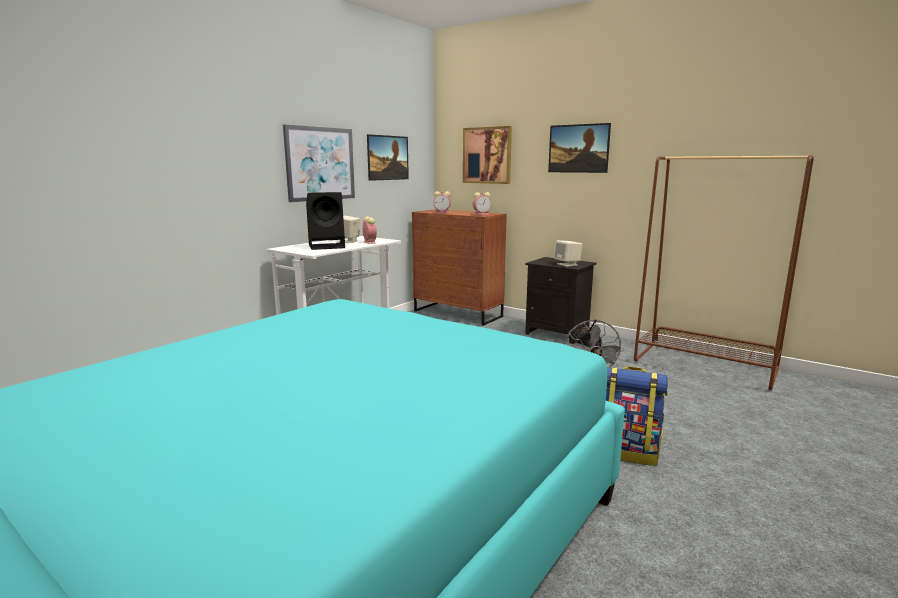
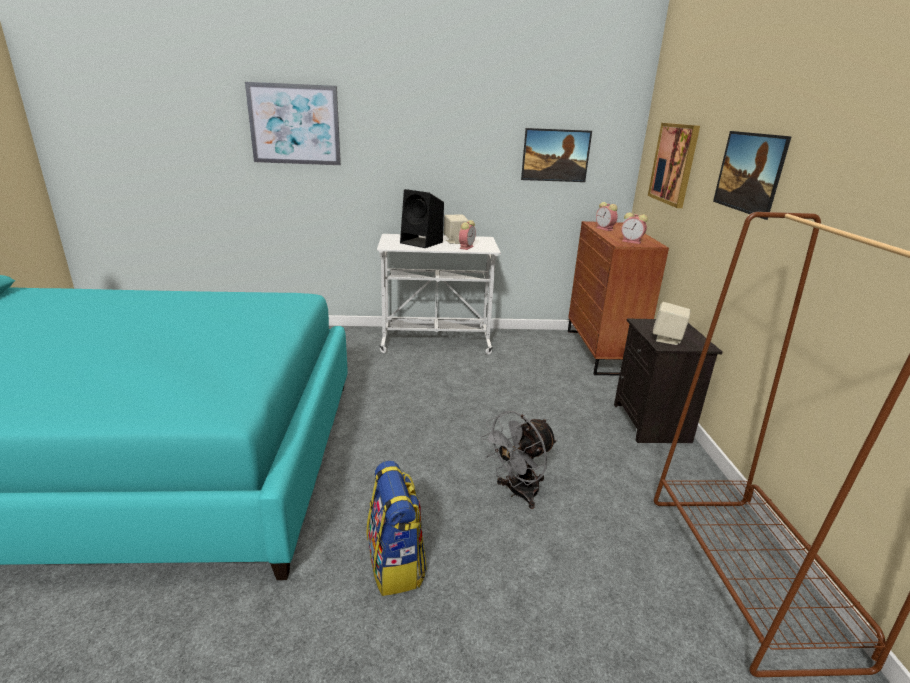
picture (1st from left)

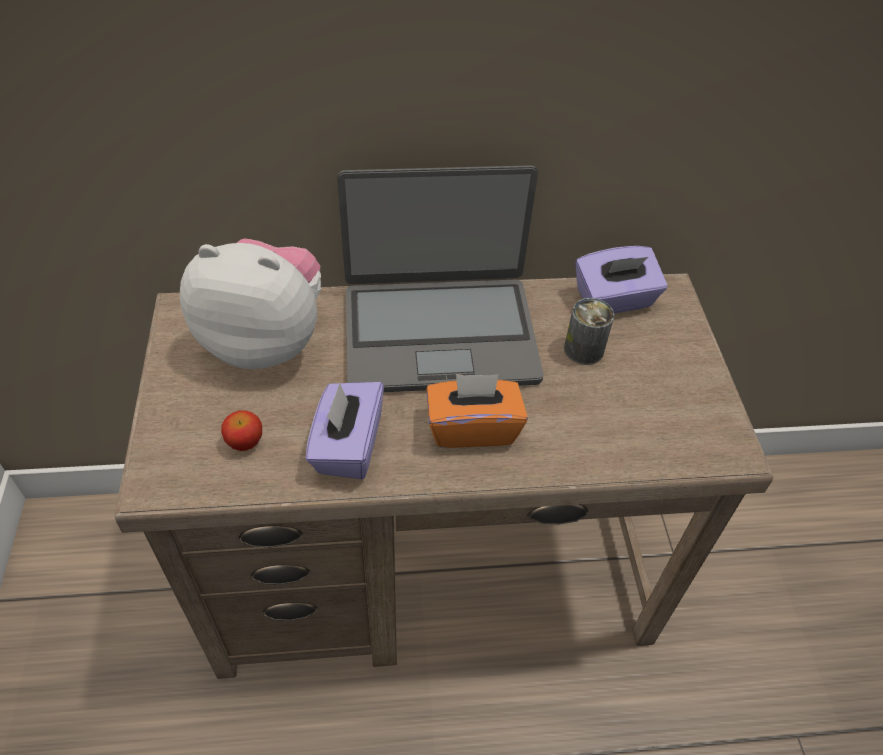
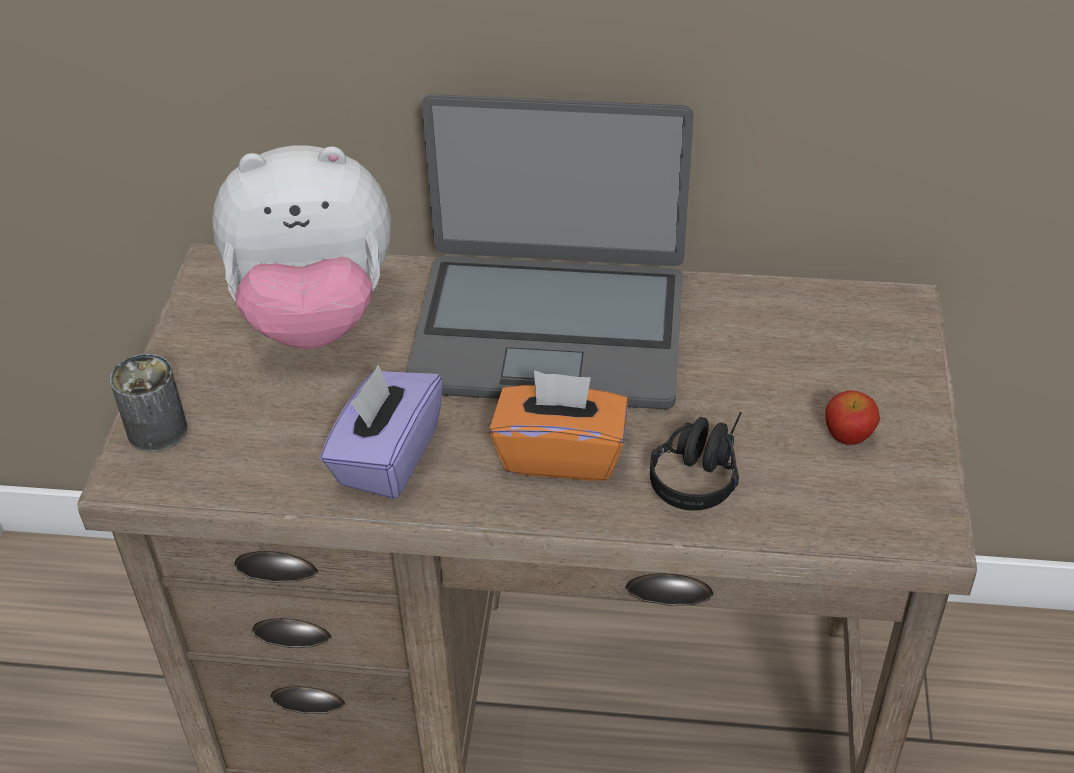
cuddly toy
purple tissue holder (2nd from left in the first image)
sealed can
apple
black pair of headphones

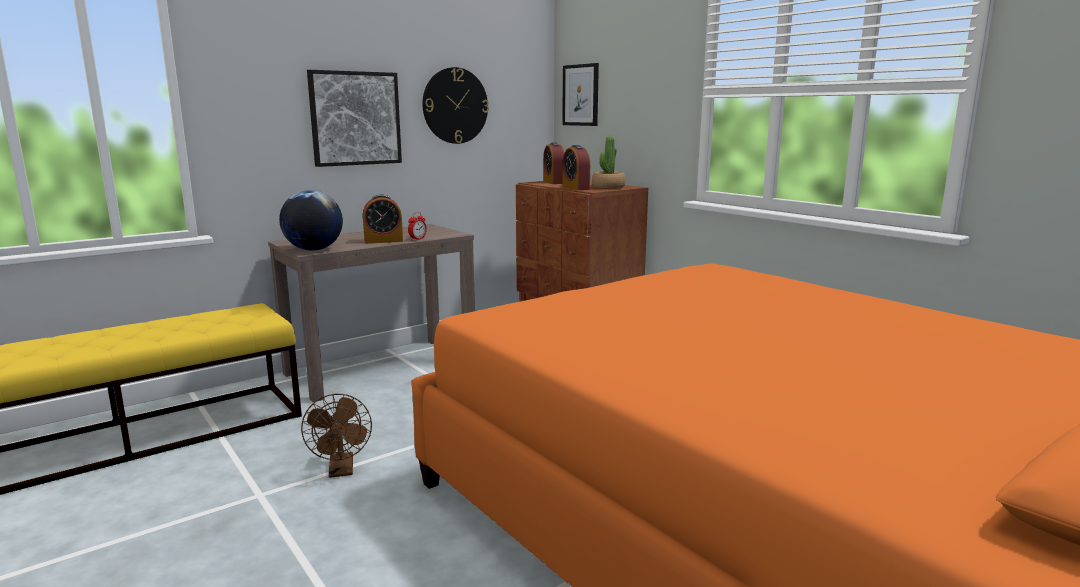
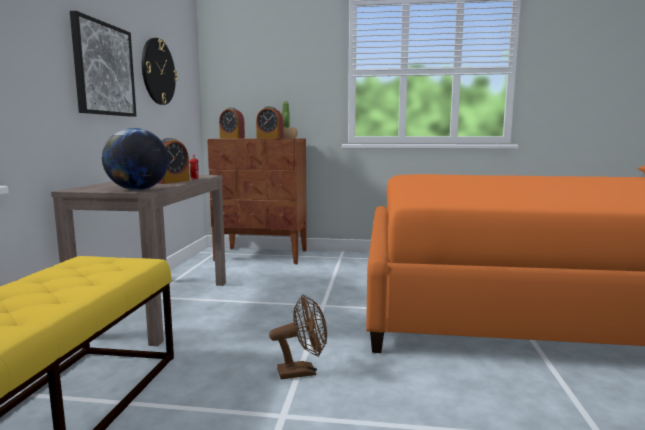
picture (2nd from left in the first image)
brownish electric fan

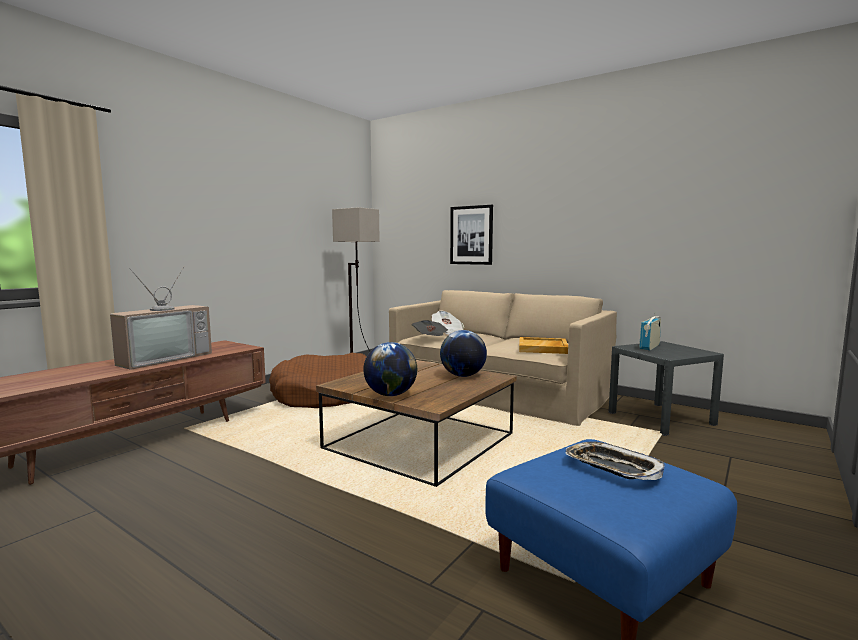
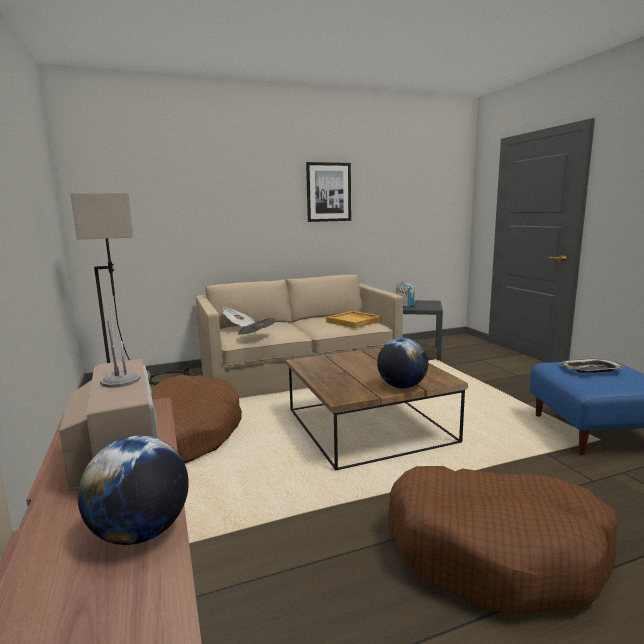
picture
globe (1st from left)
brownish dog bed (2nd from left)

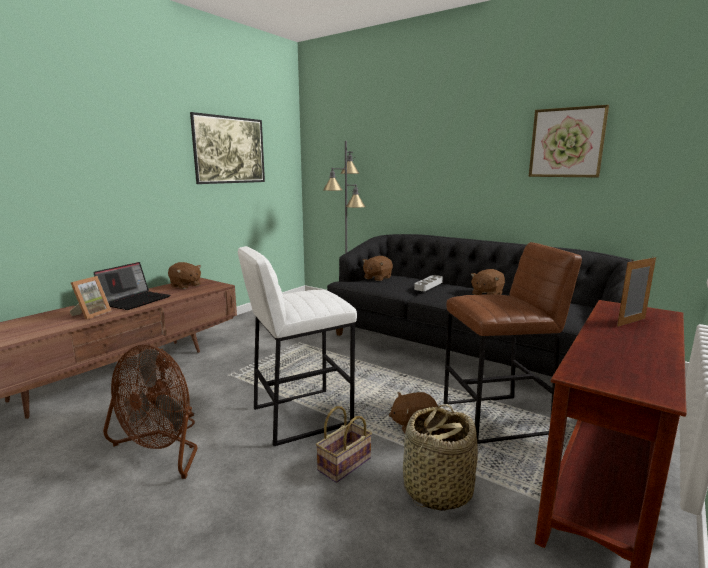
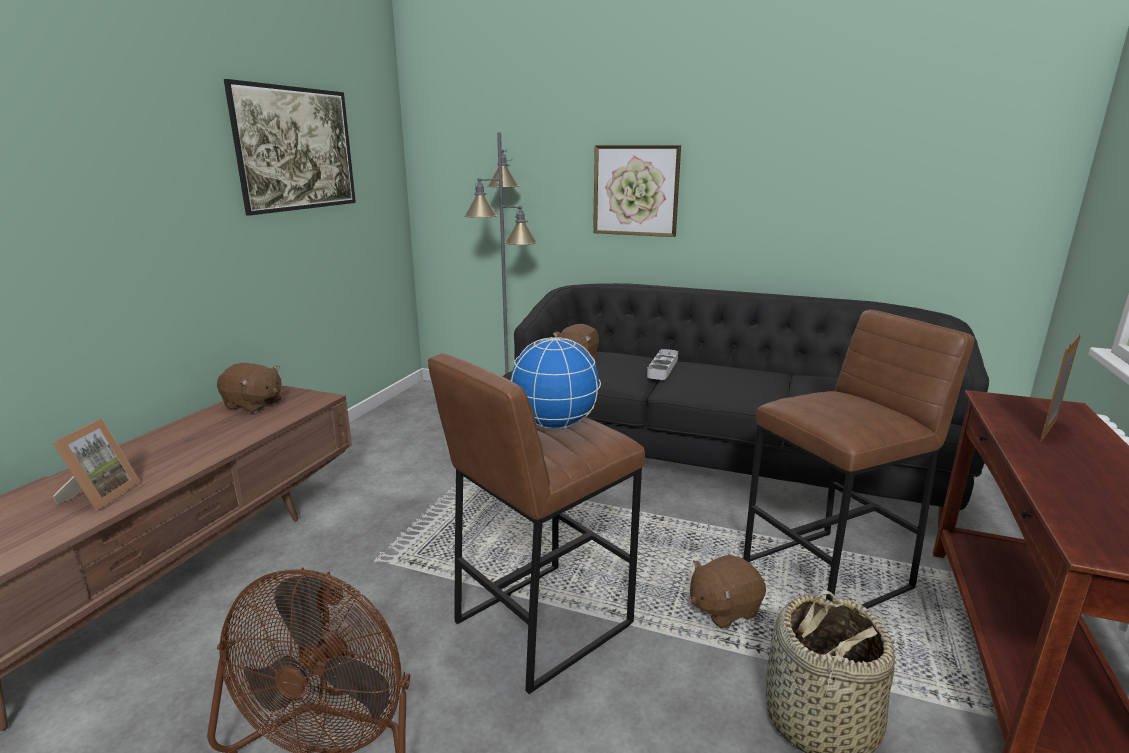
picture (2nd from left)
brownish sitting stool (1st from left)
portable computer
brownish cuddly toy (4th from left in the first image)
household basket (1st from left in the first image)
globe

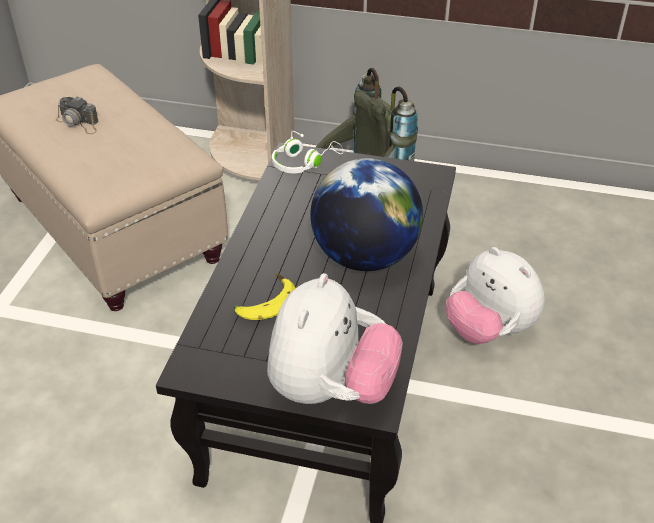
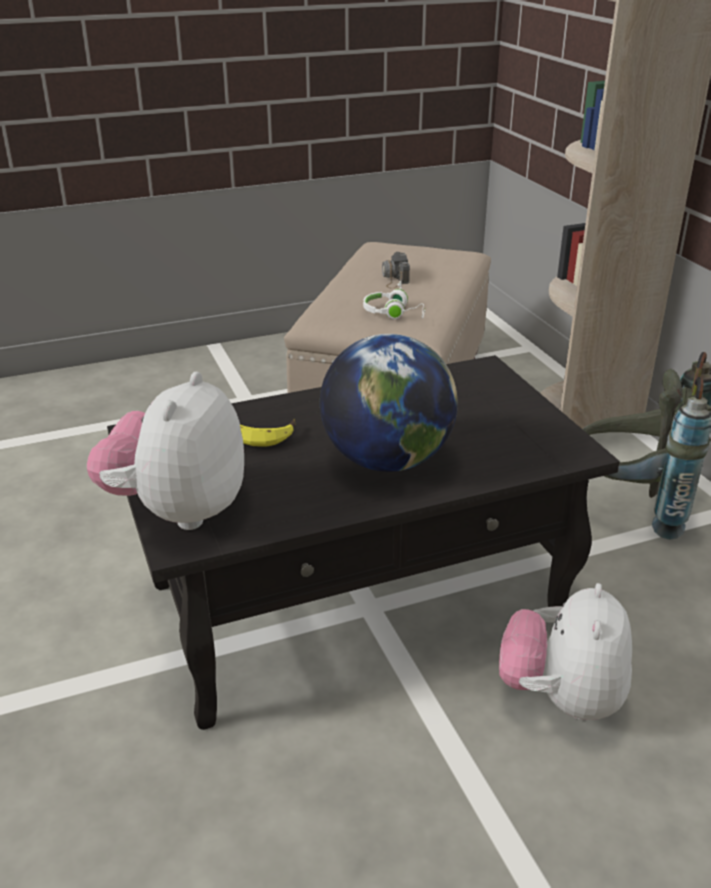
whitish pair of headphones
cuddly toy (1st from left)

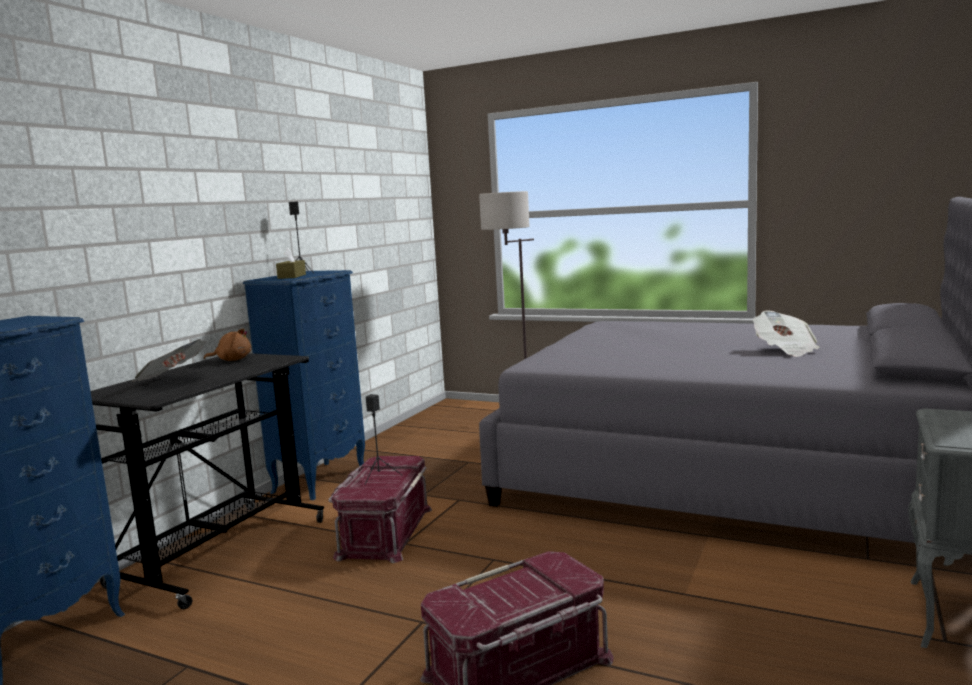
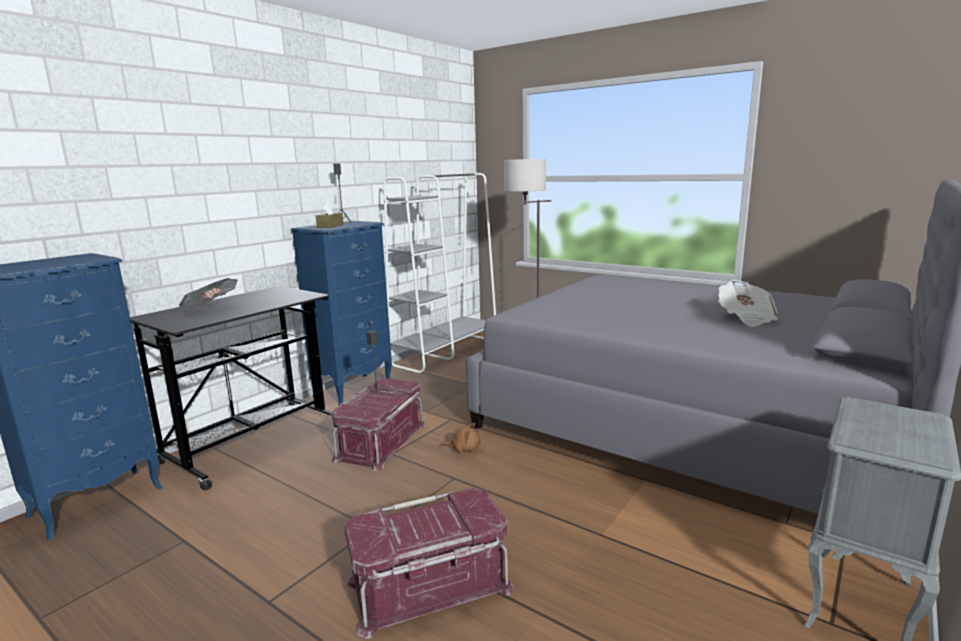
brownish cuddly toy
gray garment stand

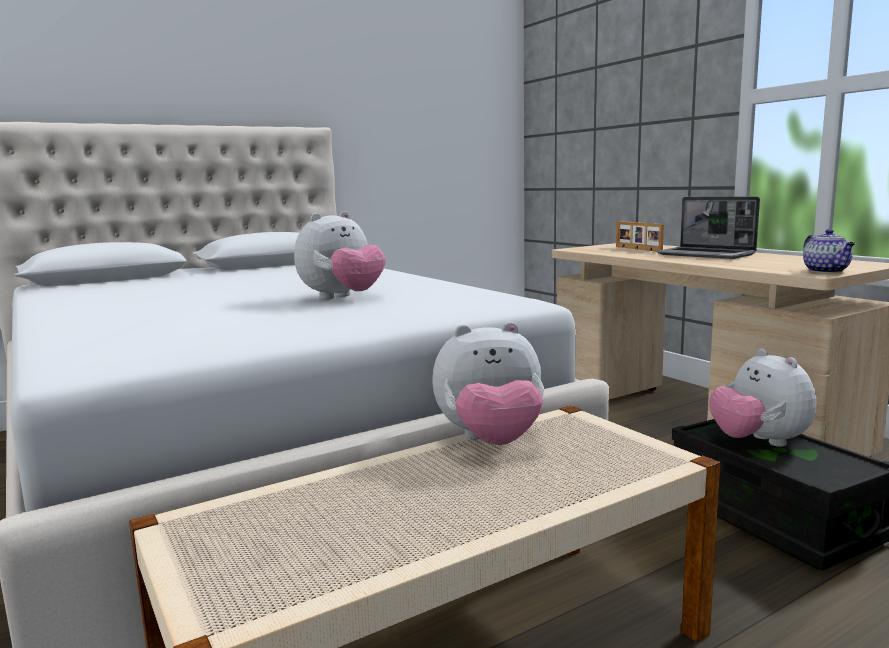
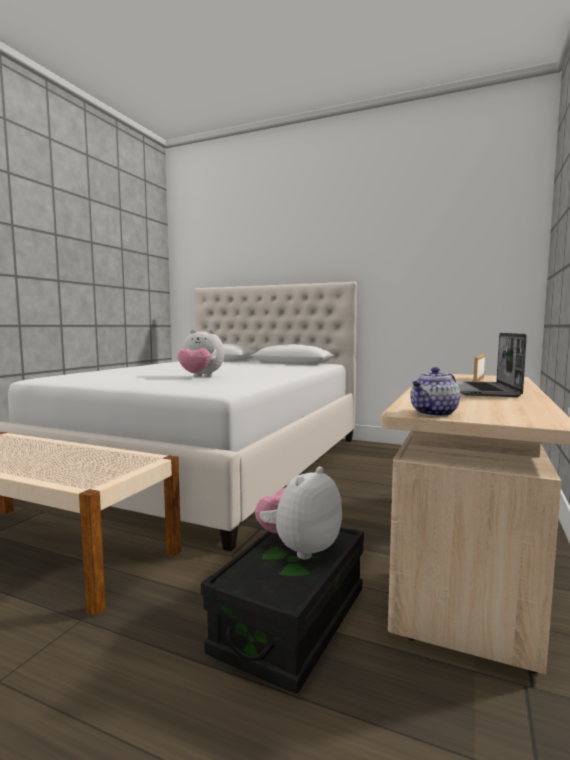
cuddly toy (2nd from left in the first image)

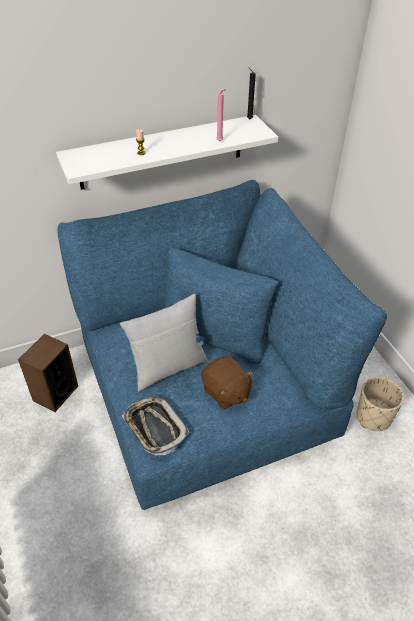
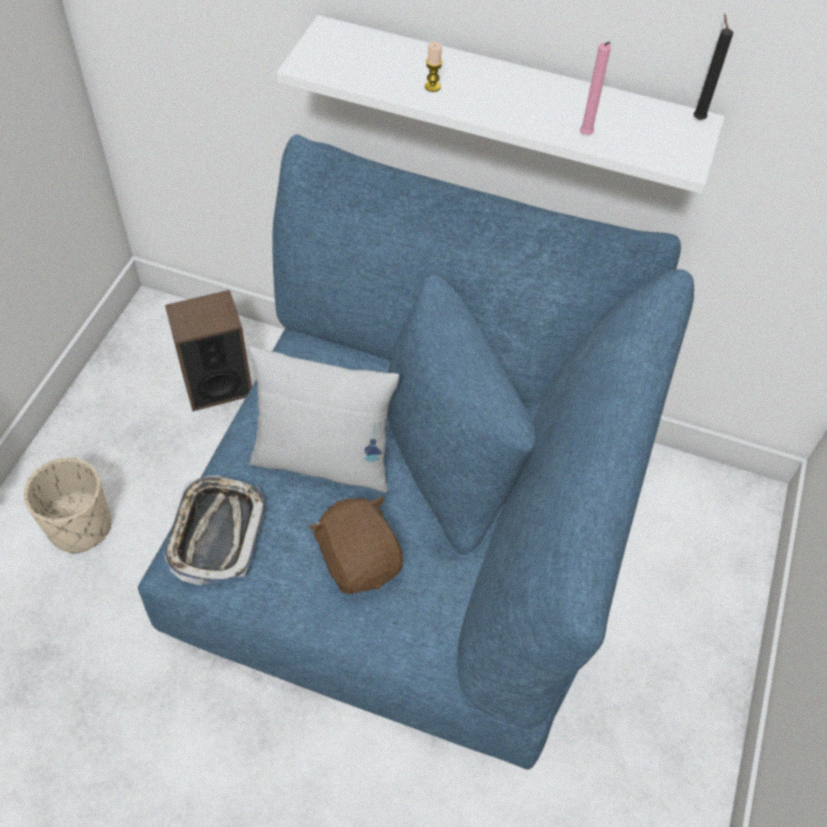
brownish cuddly toy
beige-coloured flower pot

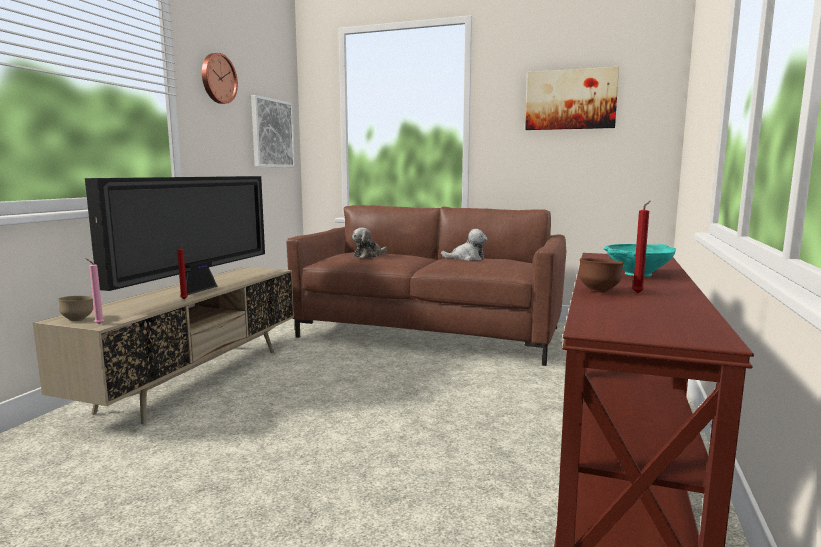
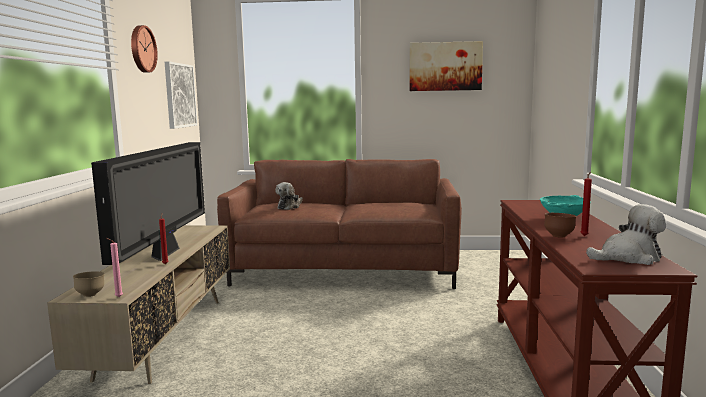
cuddly toy (2nd from left)

